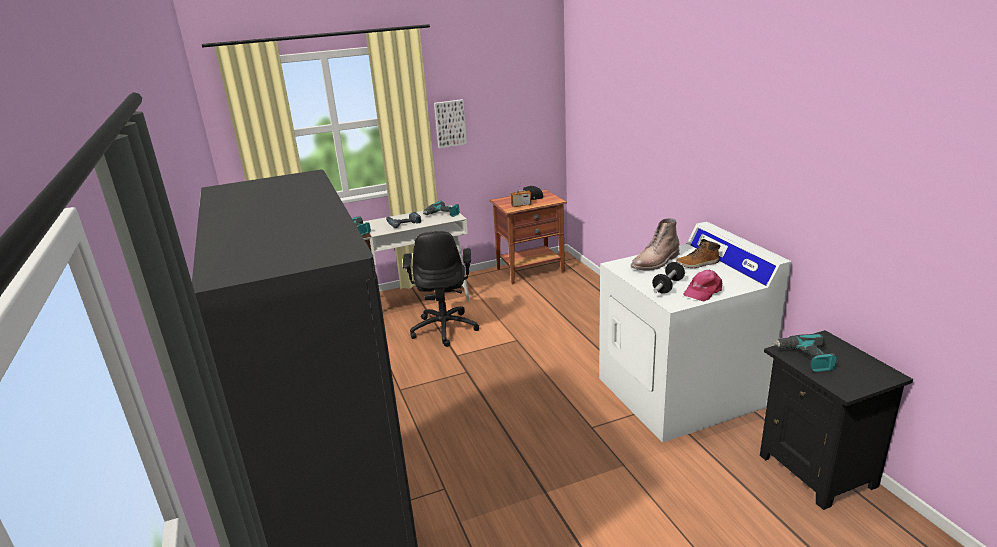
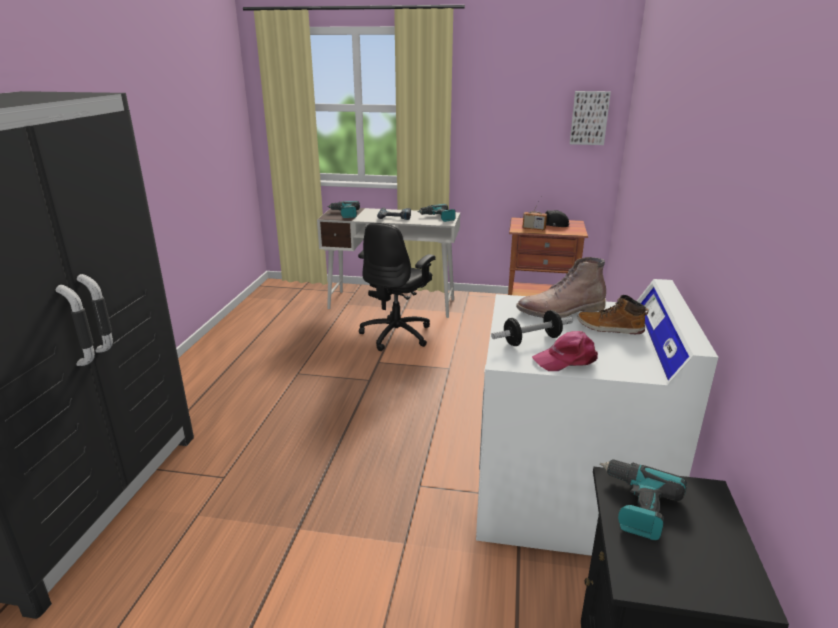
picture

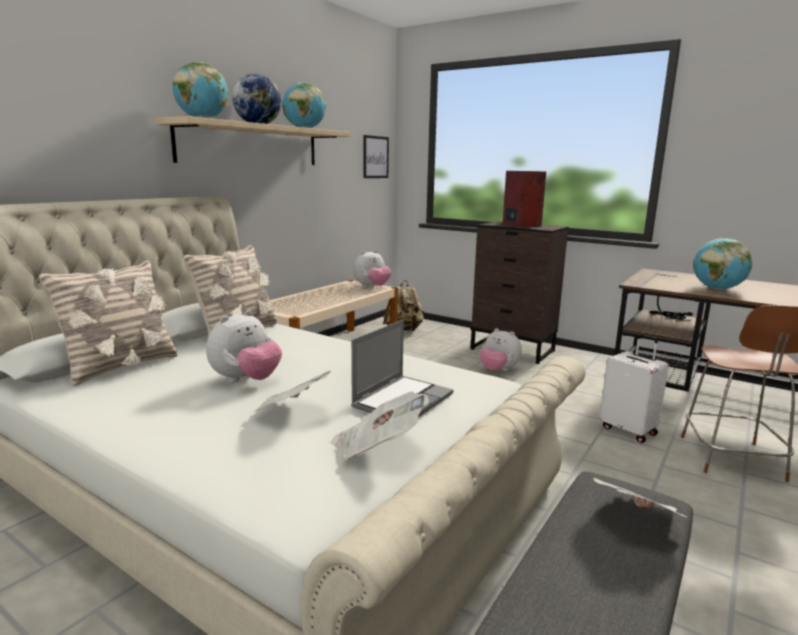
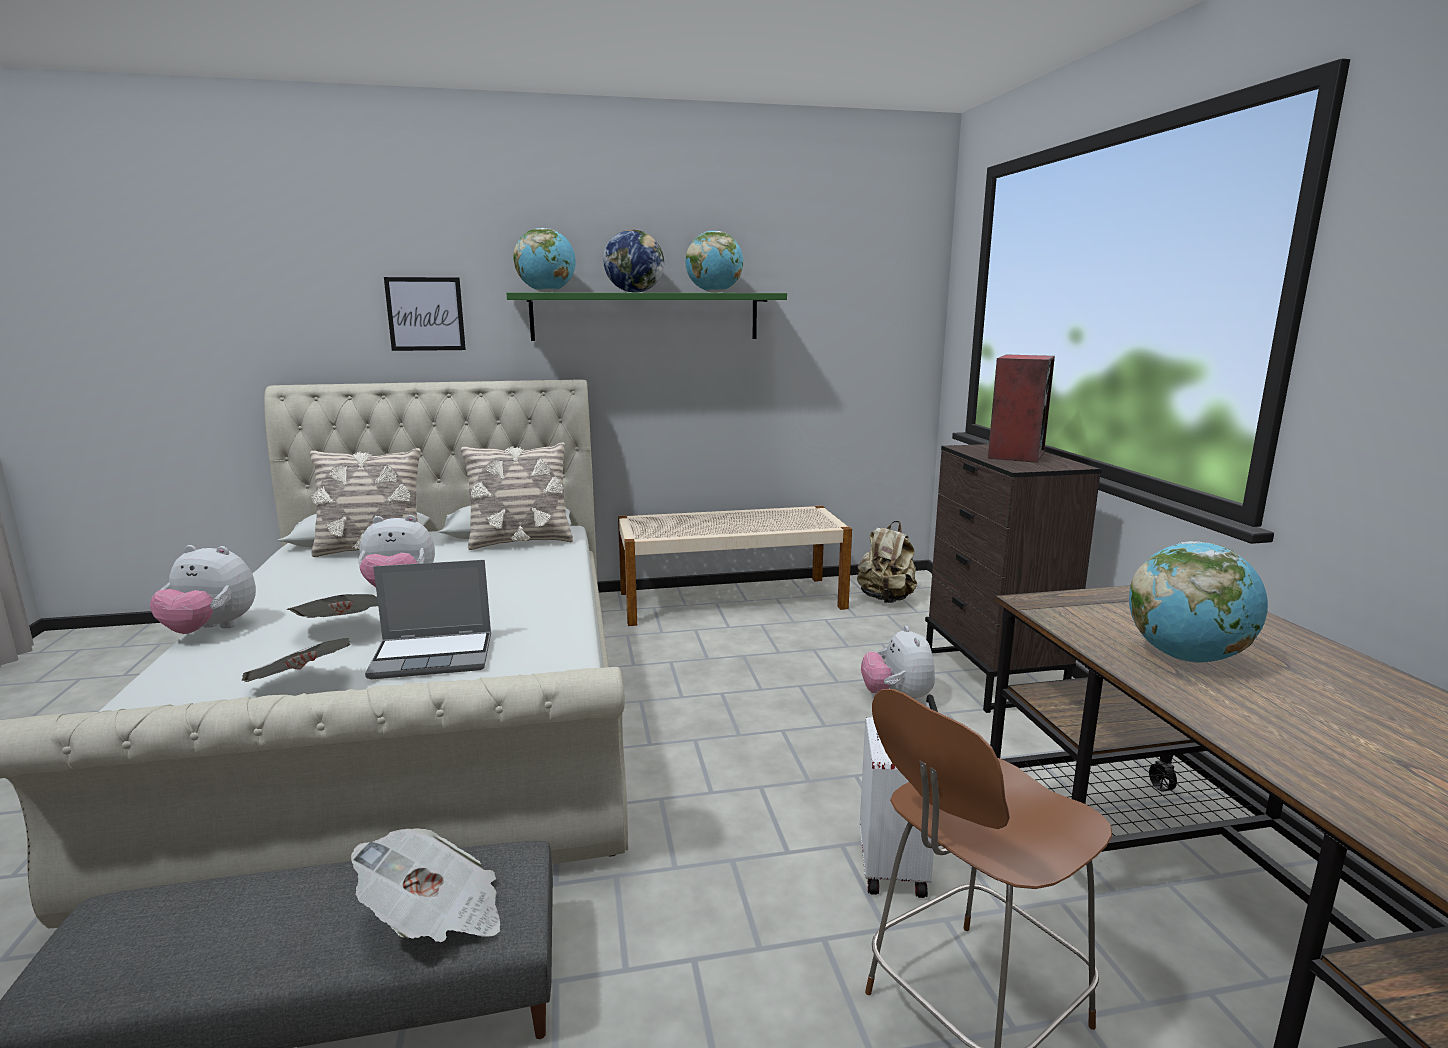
green bracket shelf
picture
cuddly toy (1st from left)

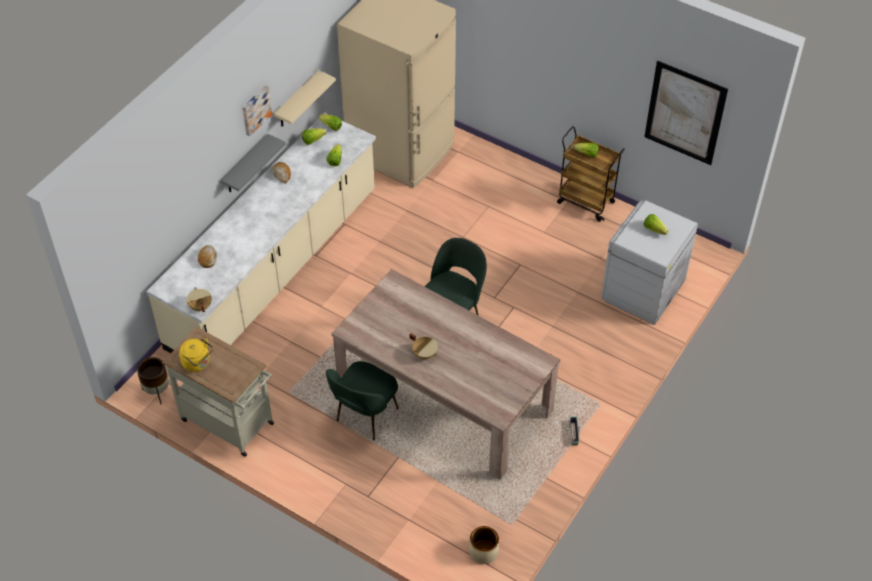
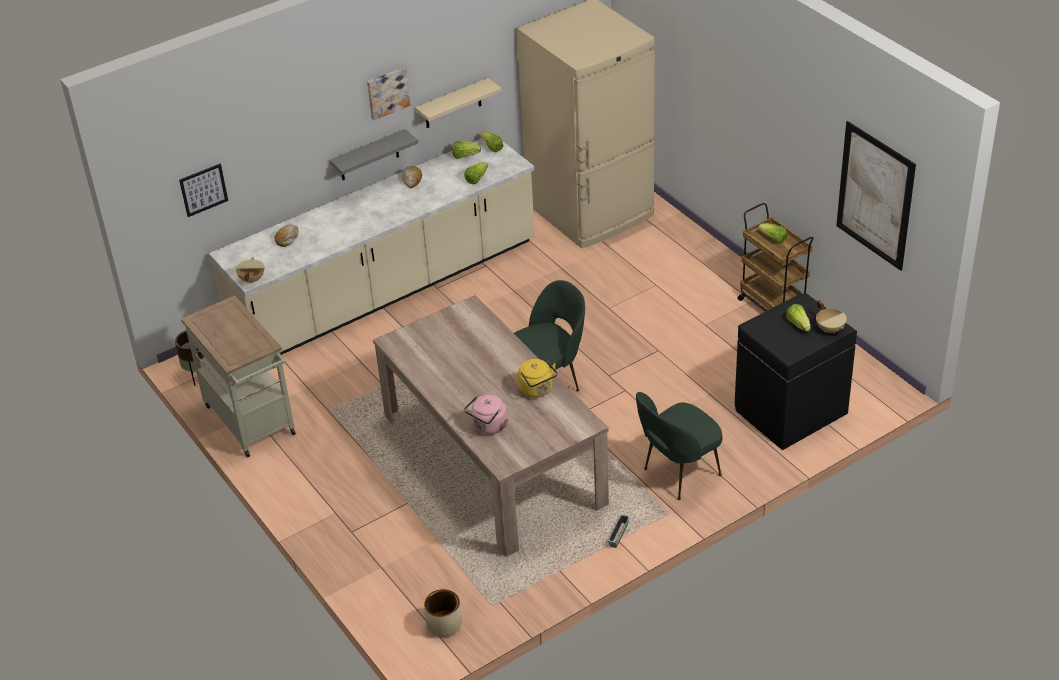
black washing machine
beige-coloured stockpot (2nd from left)
yellow water kettle
green upright chair (2nd from left)
picture (1st from left)
pink-coloured water kettle

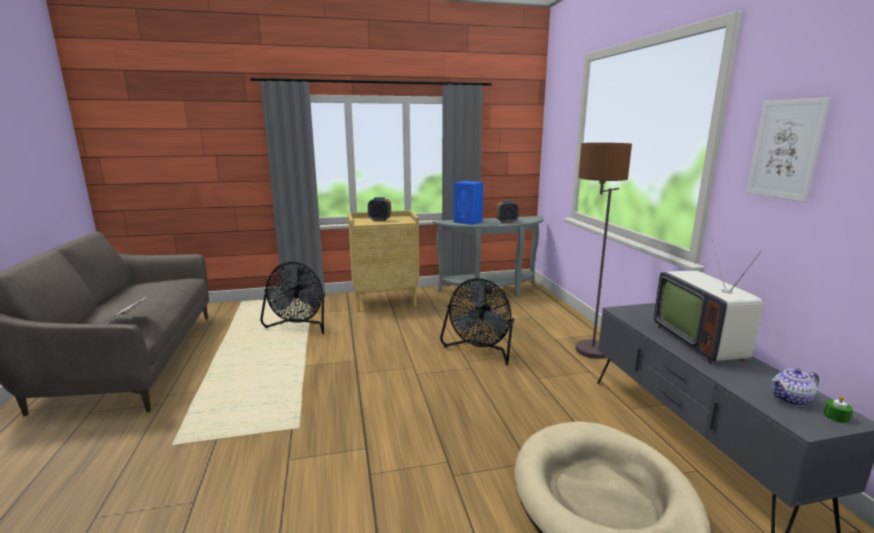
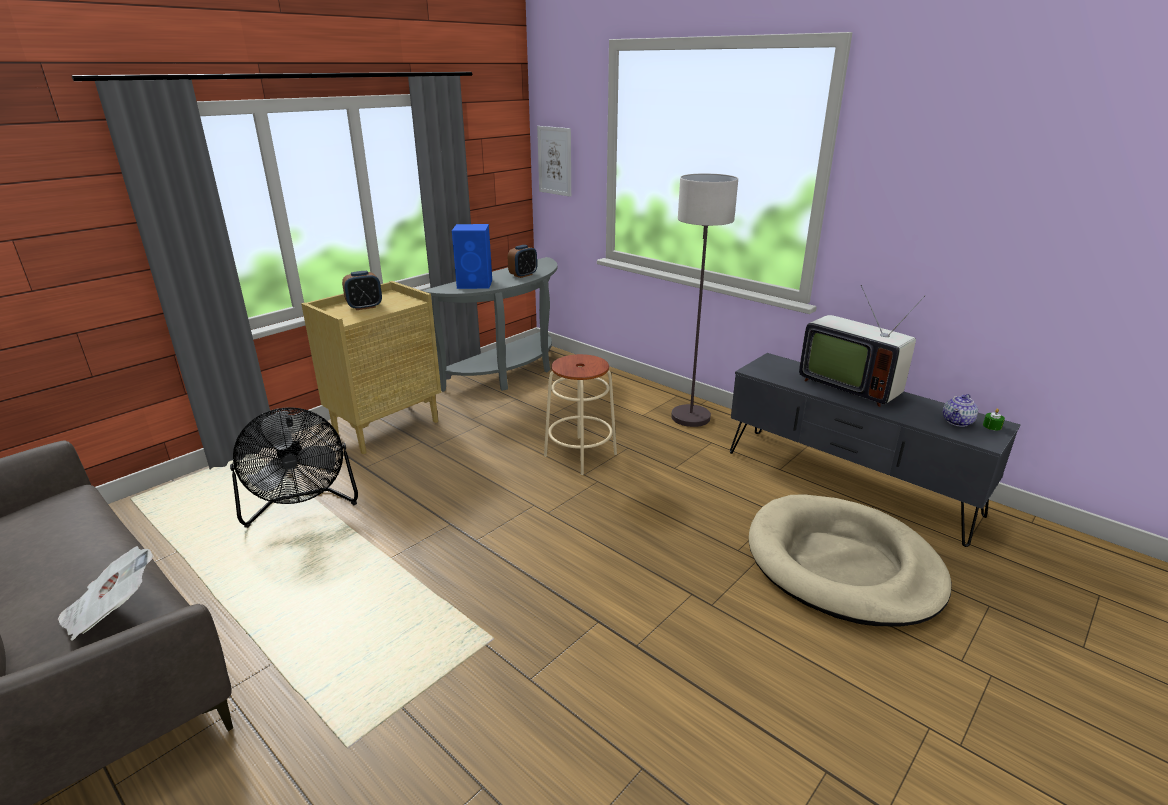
picture
gray standard lamp
beige-coloured sitting stool

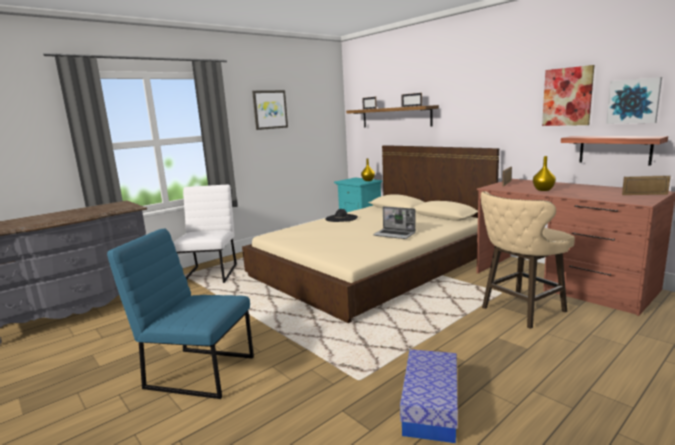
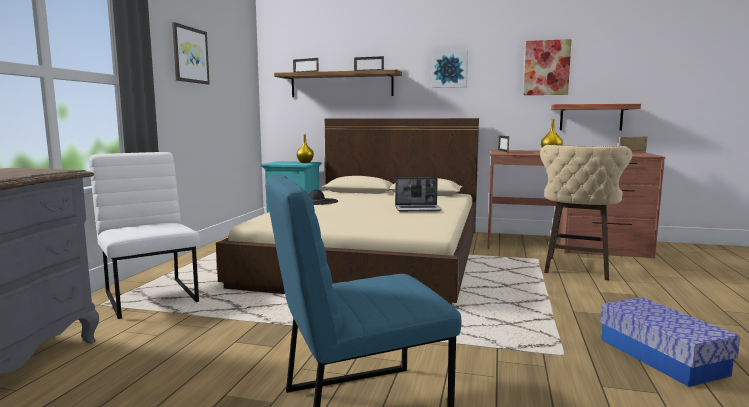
picture (2nd from left)

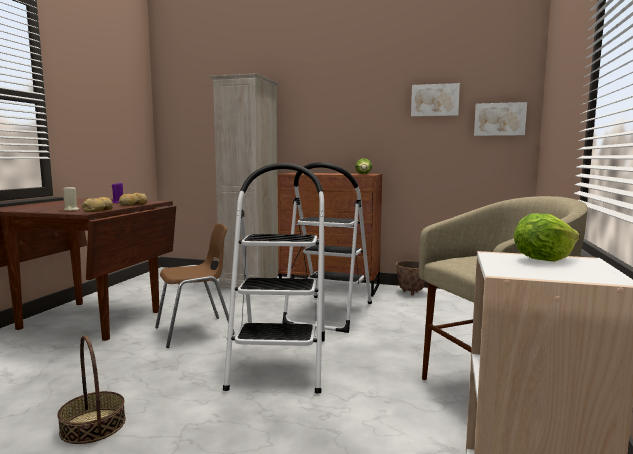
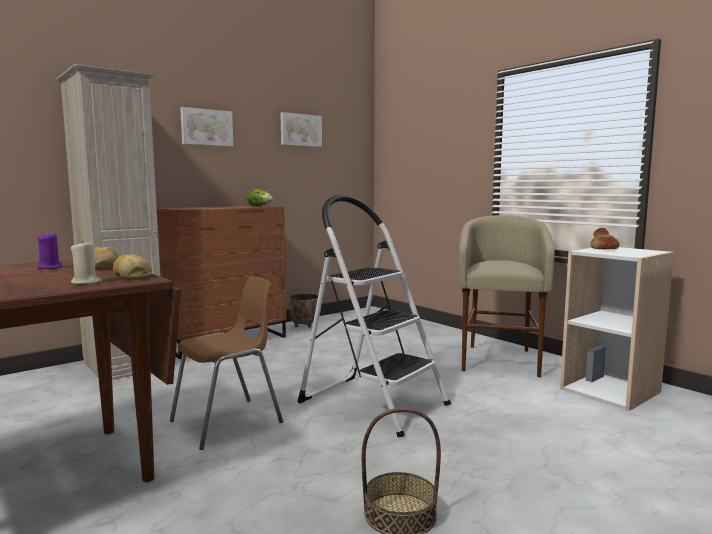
picture (1st from left)
step stool (2nd from left in the first image)
baked bread (3rd from left)
brownish upright chair

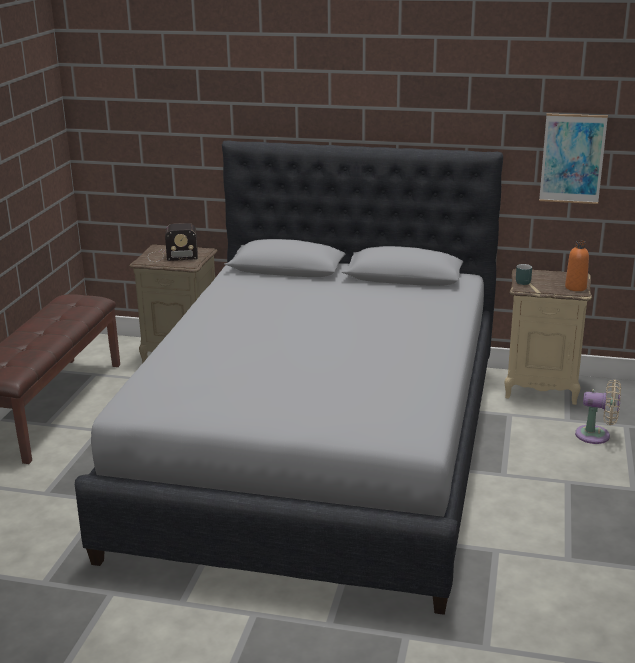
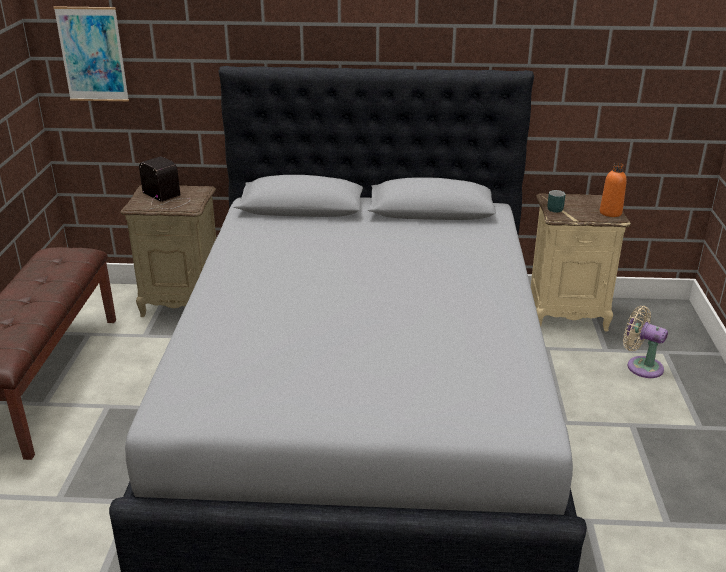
picture
radio
beige-coloured electric fan

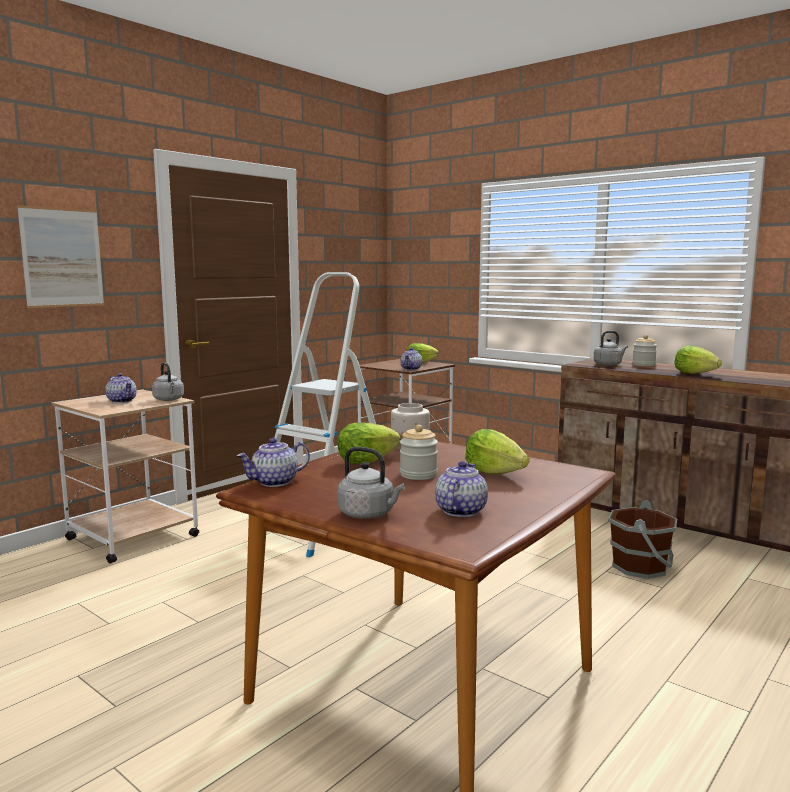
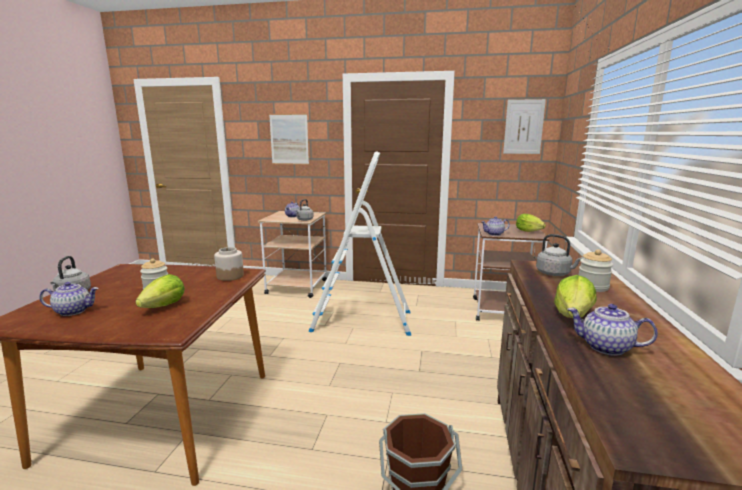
head of lettuce (1st from left in the first image)
teapot (4th from left)
picture (2nd from left)

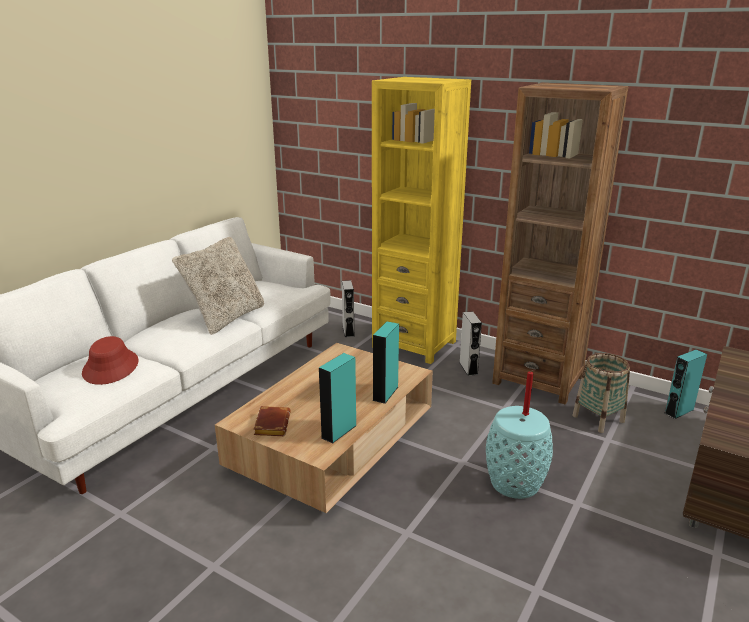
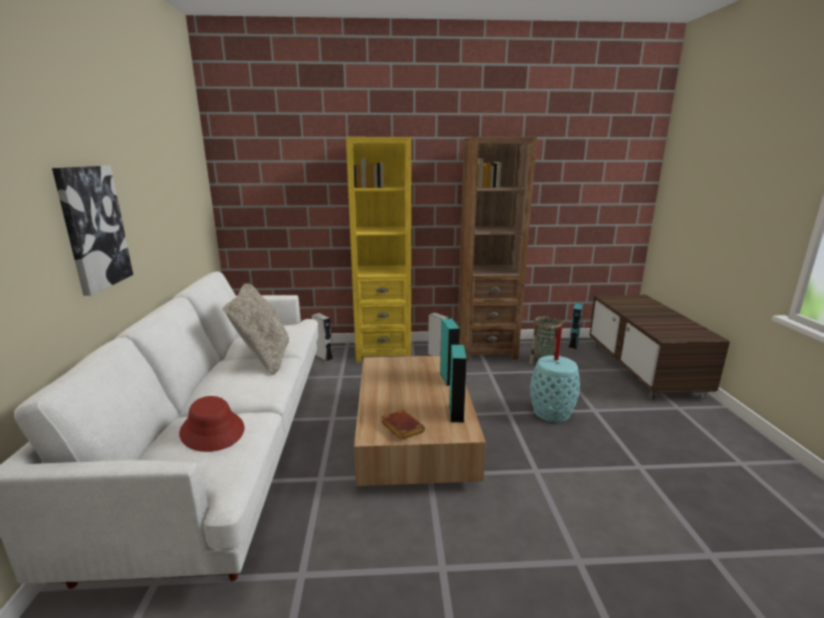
picture

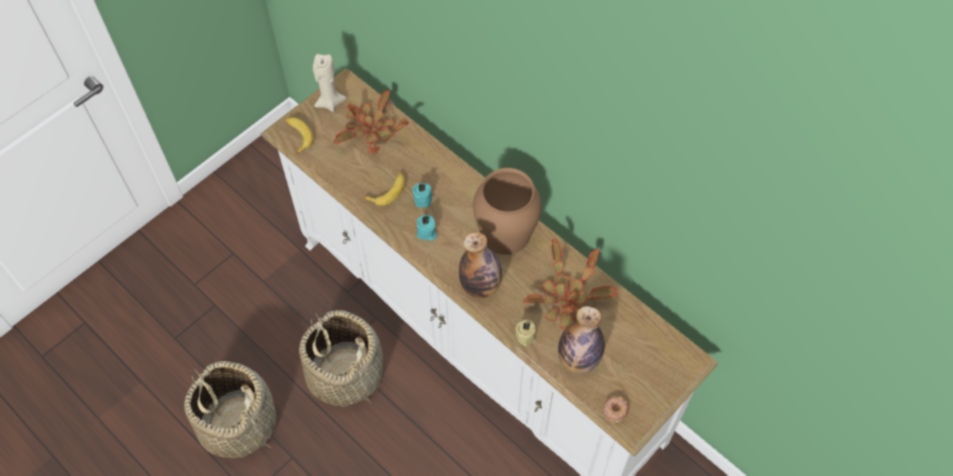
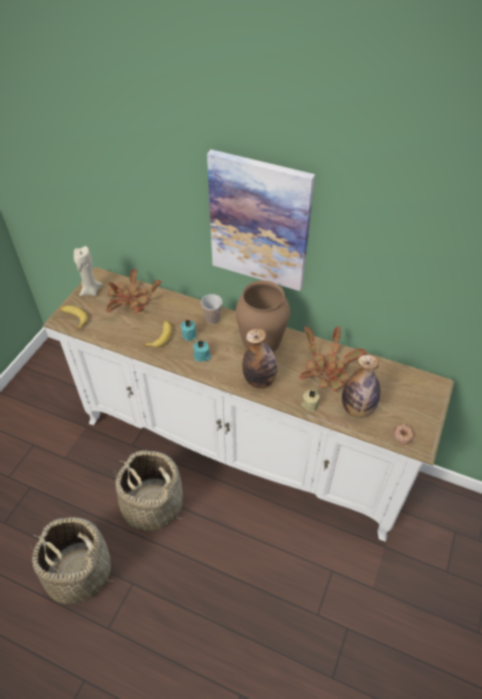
picture
cup

